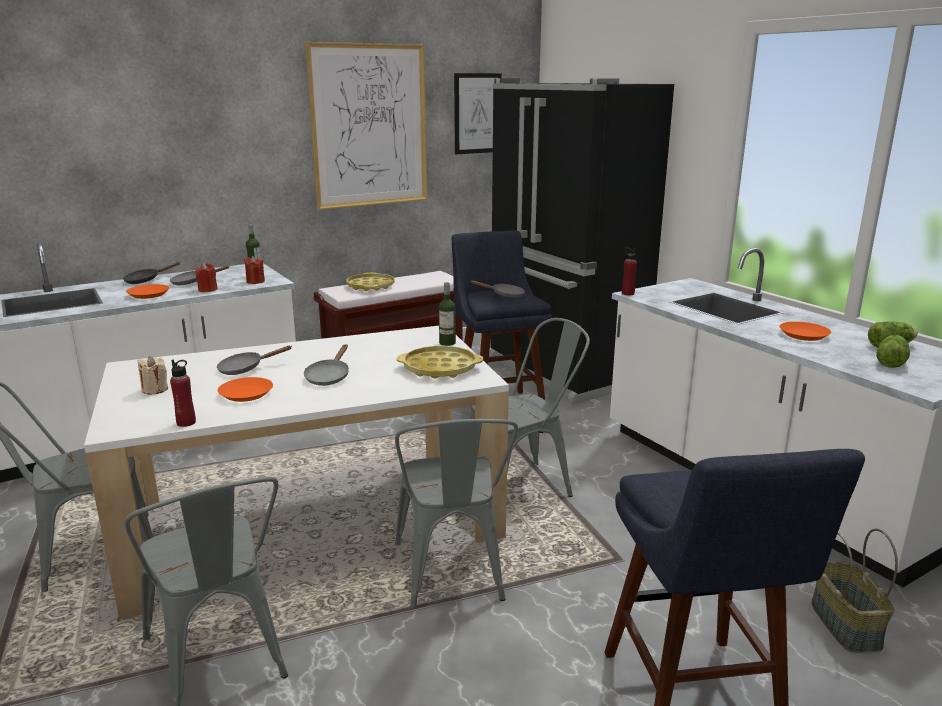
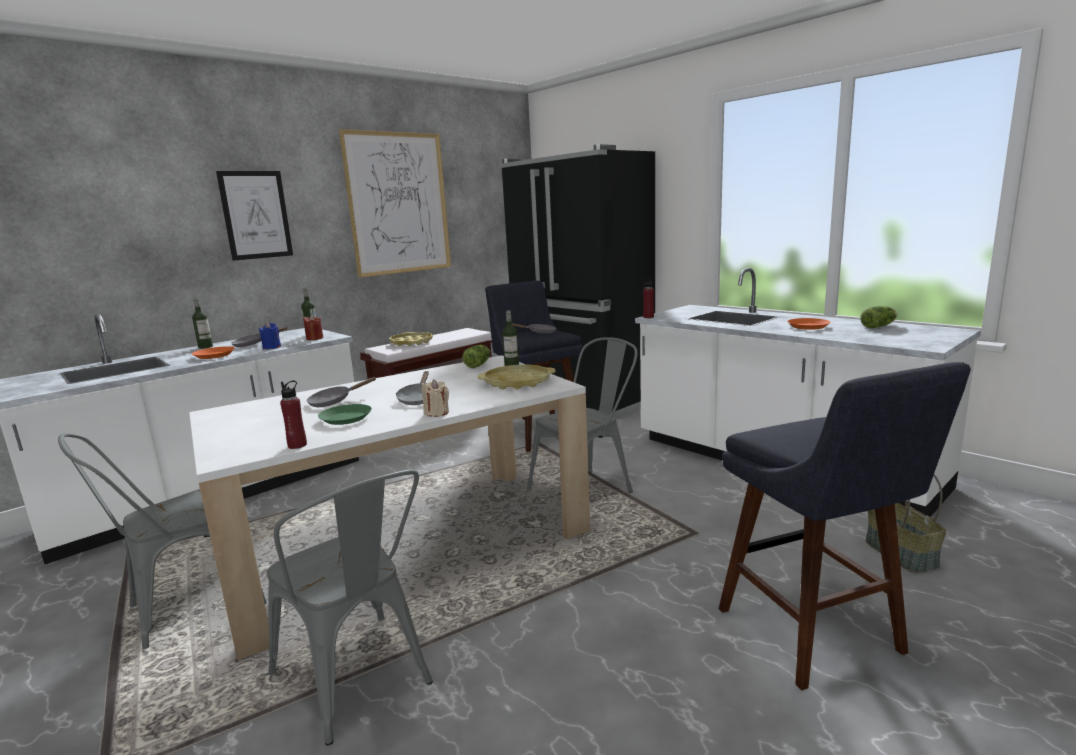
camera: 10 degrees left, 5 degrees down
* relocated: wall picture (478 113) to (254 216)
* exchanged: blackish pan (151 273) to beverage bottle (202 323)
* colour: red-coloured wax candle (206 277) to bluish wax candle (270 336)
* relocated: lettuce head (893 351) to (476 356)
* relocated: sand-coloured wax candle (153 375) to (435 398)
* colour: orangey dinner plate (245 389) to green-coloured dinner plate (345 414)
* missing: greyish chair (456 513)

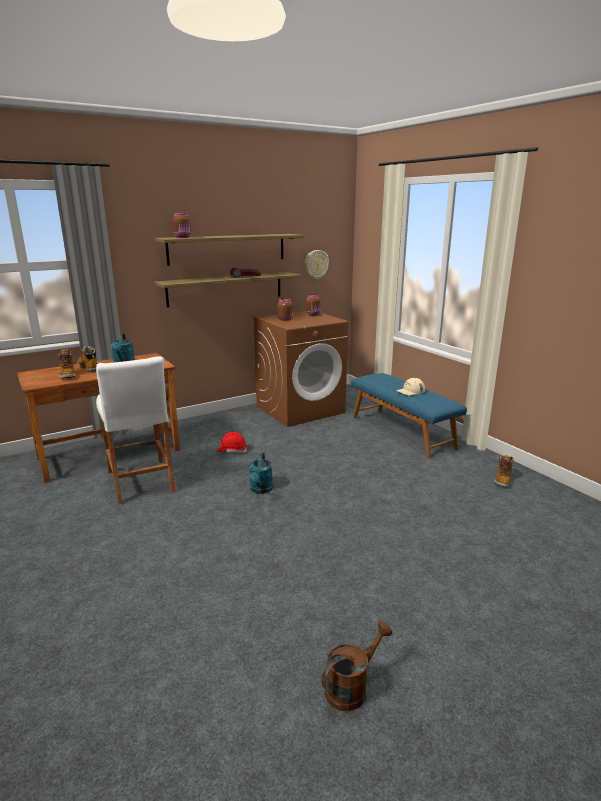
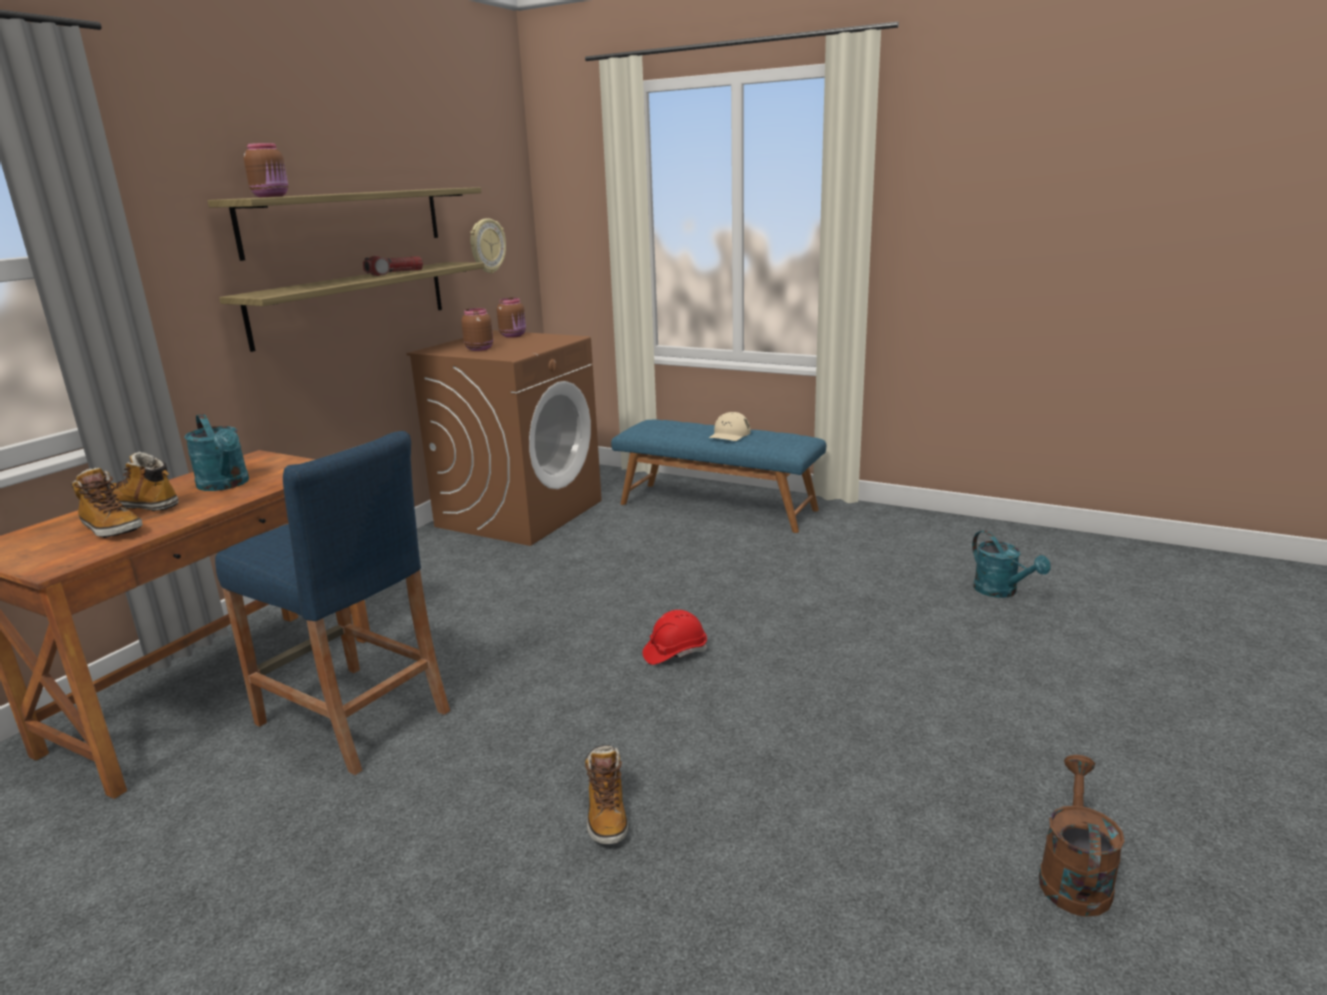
camera: 30 degrees left, 0 degrees up
* colour: white-coloured stool (136 430) to bluish stool (332 603)
* relocated: red-coloured hard hat (232 442) to (674 637)
* relocated: turquoise watering pot (261 473) to (1011 564)
* relocated: tall boot (504 471) to (606 794)

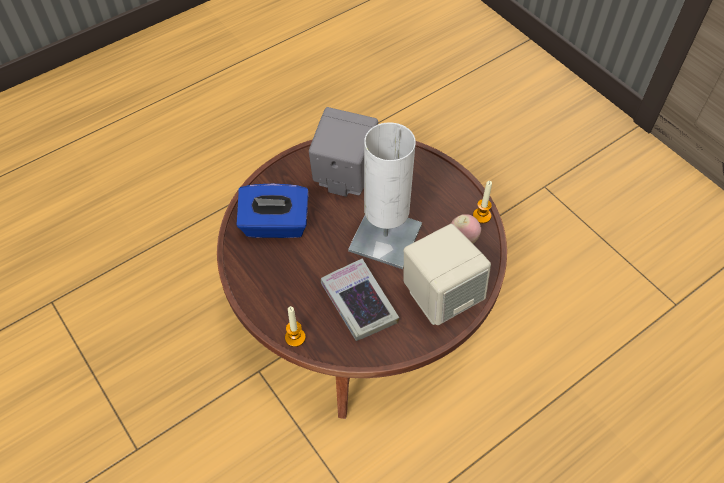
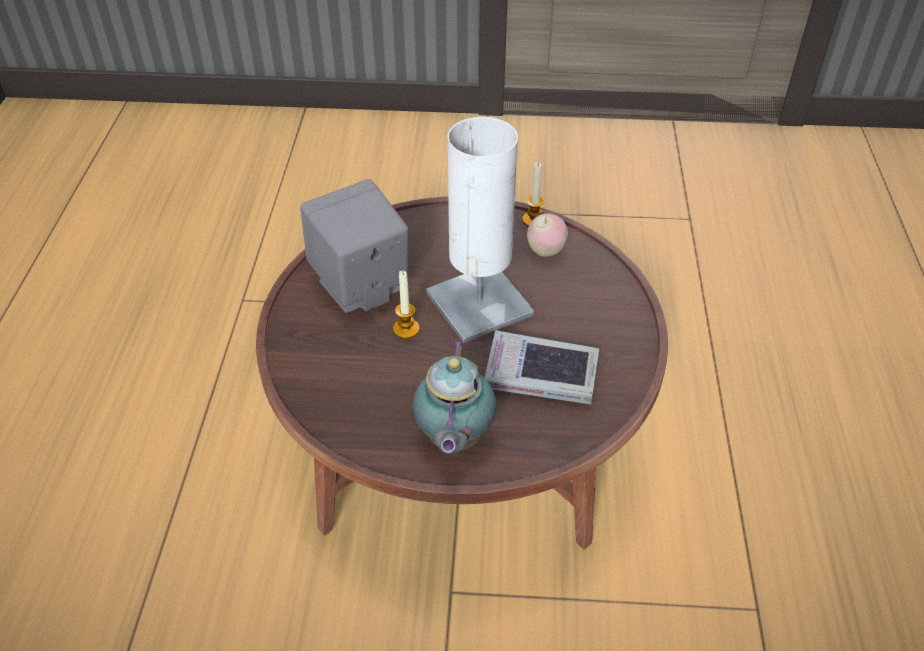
camera: 50 degrees left, 10 degrees down
* missing: bluish box of tissues (273 211)
* missing: sand-coloured audio speaker (447 274)
* relocated: wax candle (295 326) to (406 305)
* appeared: teapot (454 397)

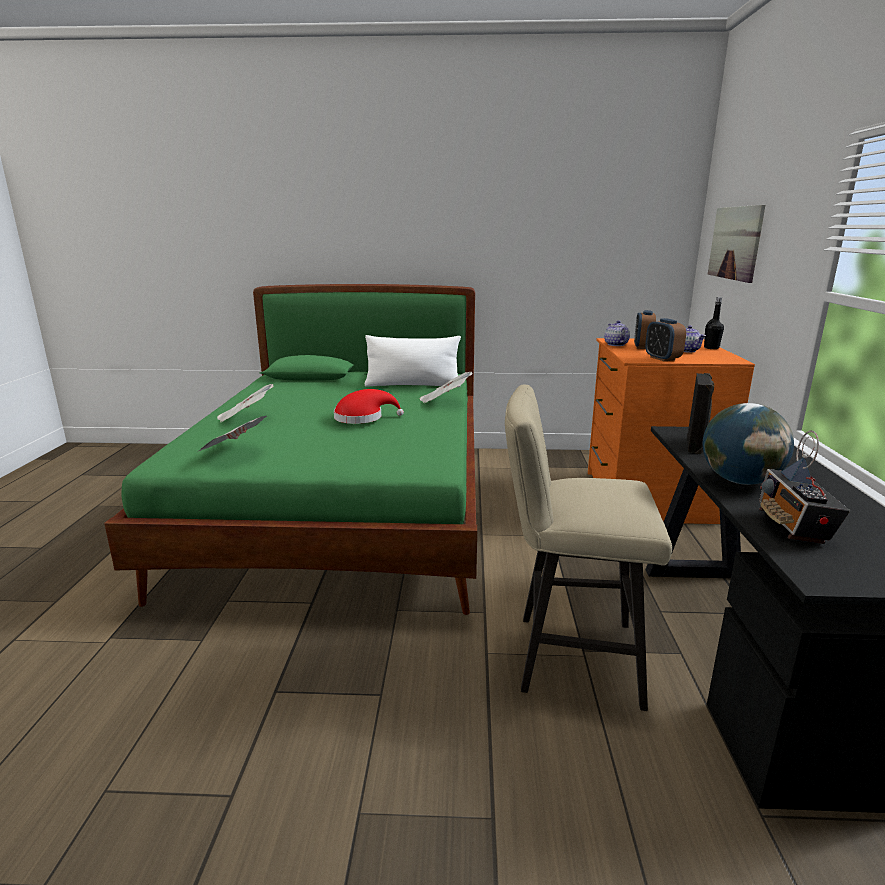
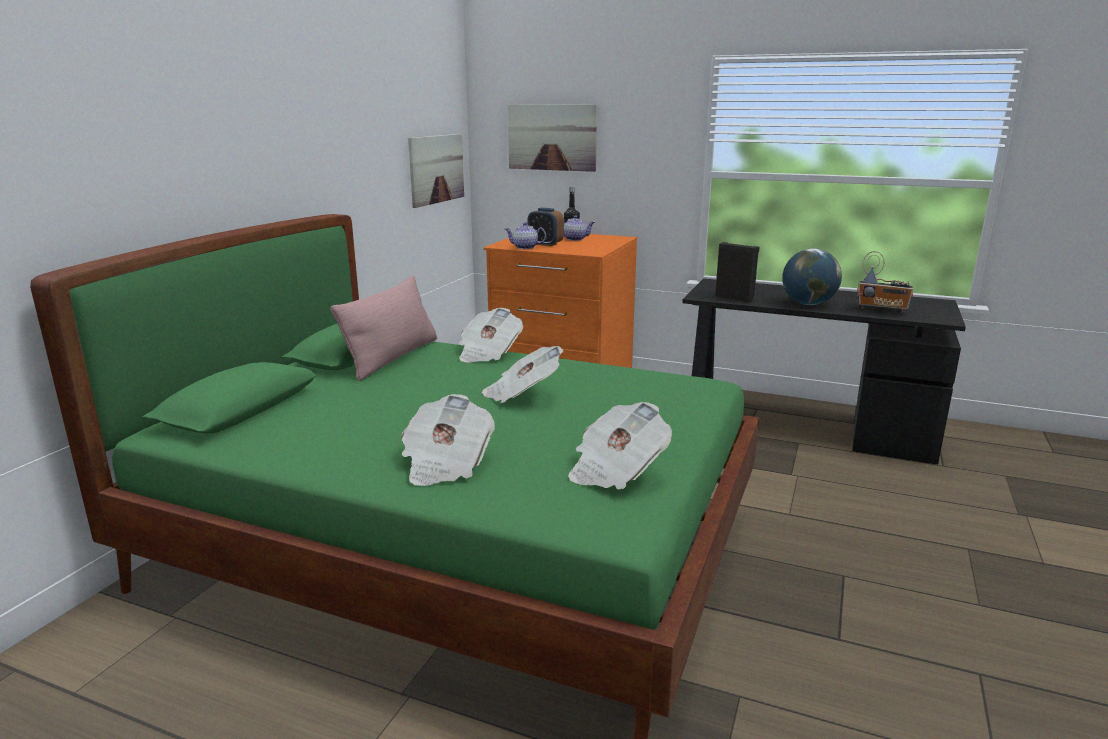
camera: 70 degrees left, 0 degrees up
* missing: bedside clock (665 339)
* colour: white-coloured pillow (413 361) to pink-coloured pillow (383 328)
* missing: sand-coloured stool (588 548)
* exchanged: red-coloured wearable hat (369 406) to printed paper (523 374)
* appeared: wall picture (436 171)

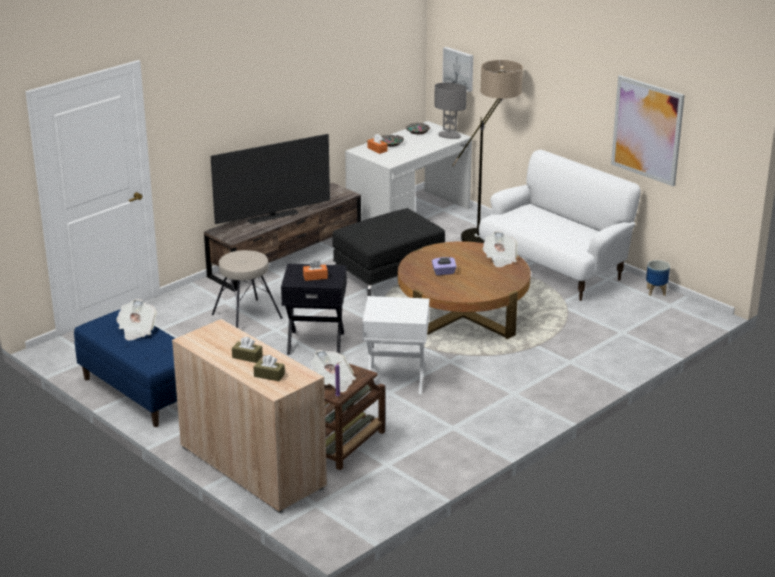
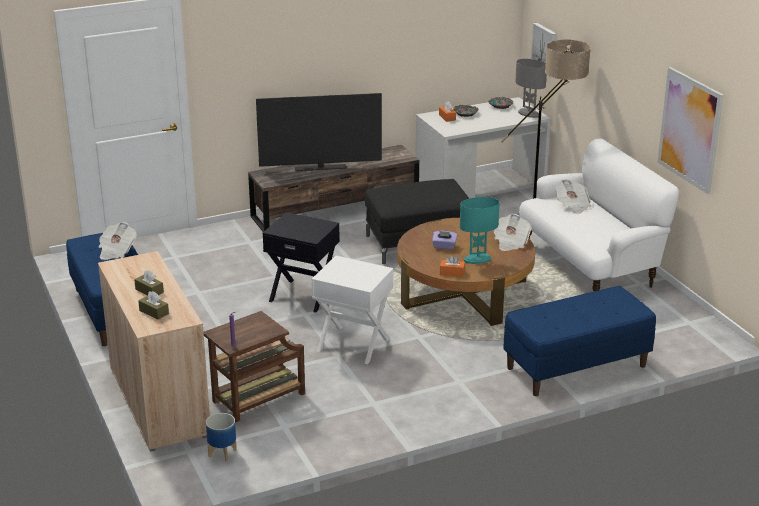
camera: 20 degrees right, 0 degrees up
* missing: sand-coloured stool (247 289)
* relocated: orangey box of tissues (315 270) to (452 266)
* relocated: plant pot (658 278) to (221 437)
* relocated: printed paper (333 371) to (573 196)
* appeared: turquoise tabletop lamp (479 230)
* appeared: bluish indoor bench (579 341)

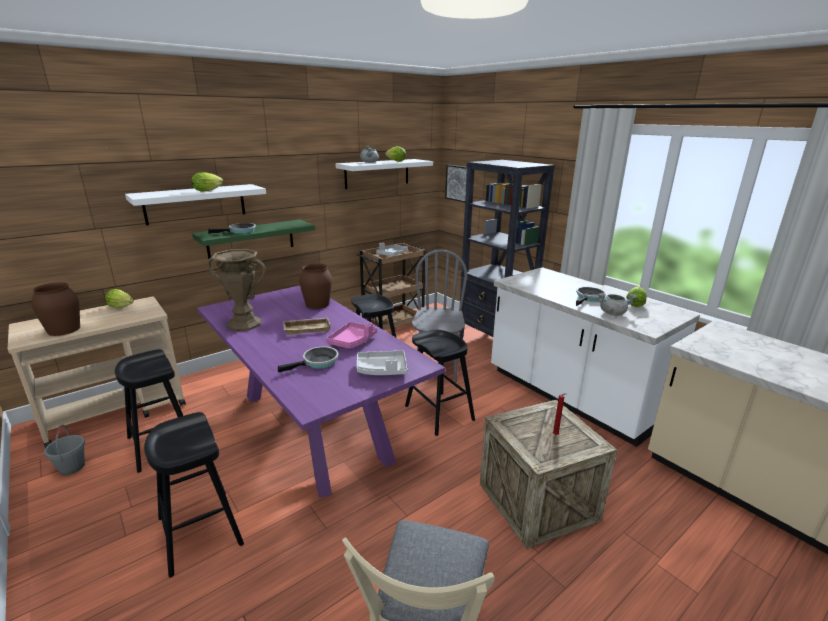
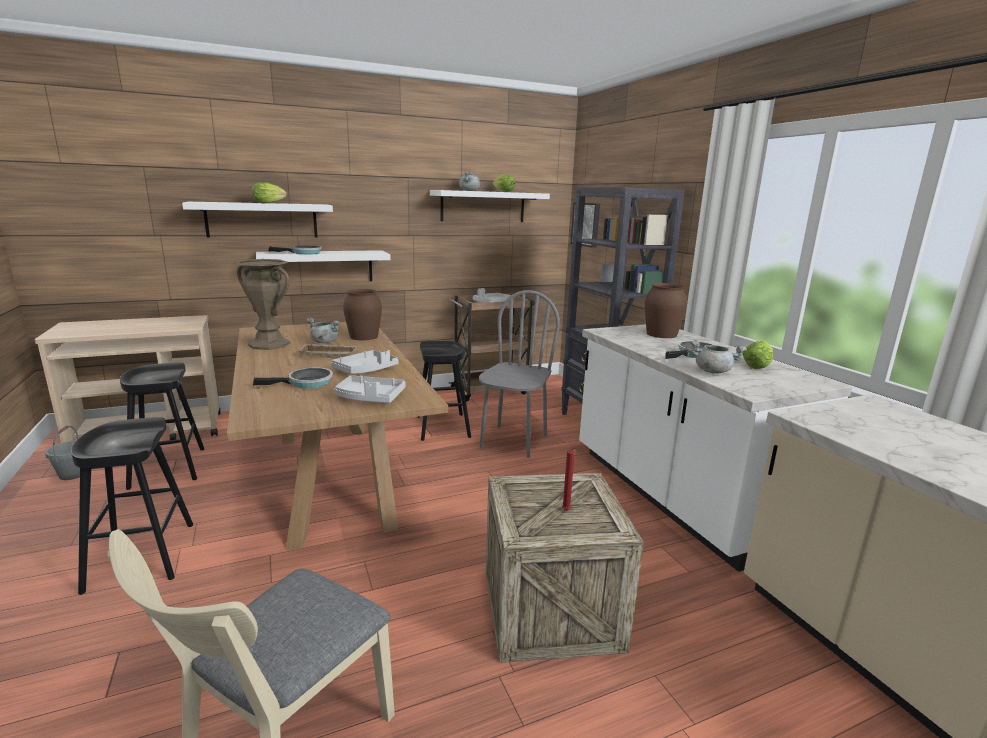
camera: 15 degrees right, 5 degrees down
* colour: green-coloured shelf (253 239) to white-coloured shelf (323 265)
* relocated: brownish vase (55 309) to (666 310)
* colour: purplish dinner table (321 392) to brownish dinner table (337 436)
* missing: lettuce head (119 298)
* colour: pink-coloured tray (351 335) to greyish tray (365 362)
* missing: blackish stool (440 383)
* appeared: greyish cooking pot (323 330)

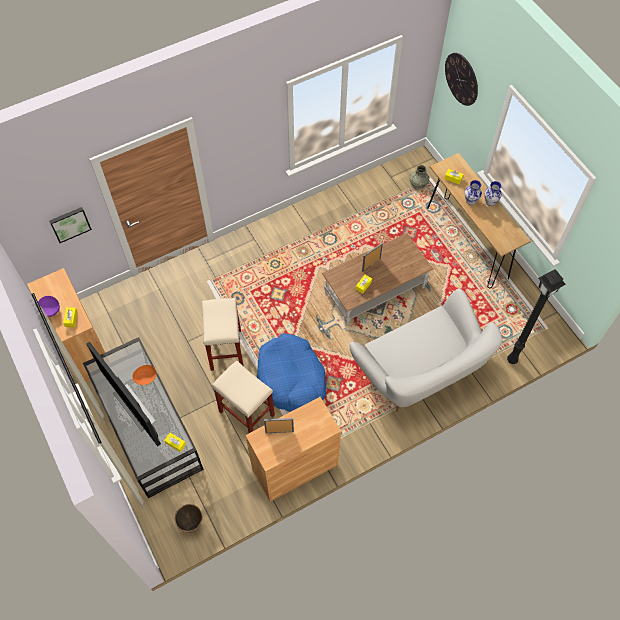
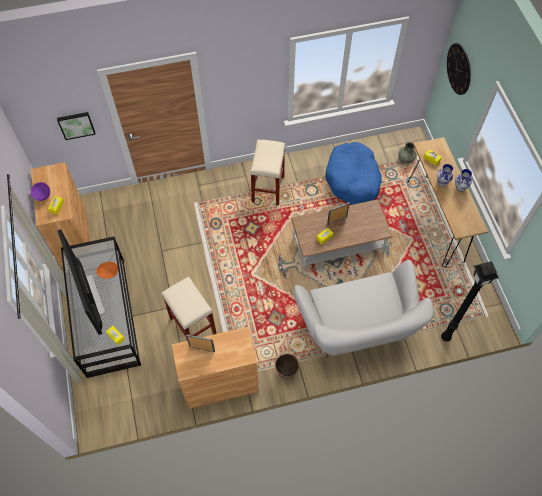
camera: 15 degrees right, 0 degrees up
* relocated: sand-coloured stool (223 334) to (267 172)
* relocated: bluish dog cushion (291 372) to (353 173)
* relocated: plant pot (189 518) to (287 366)

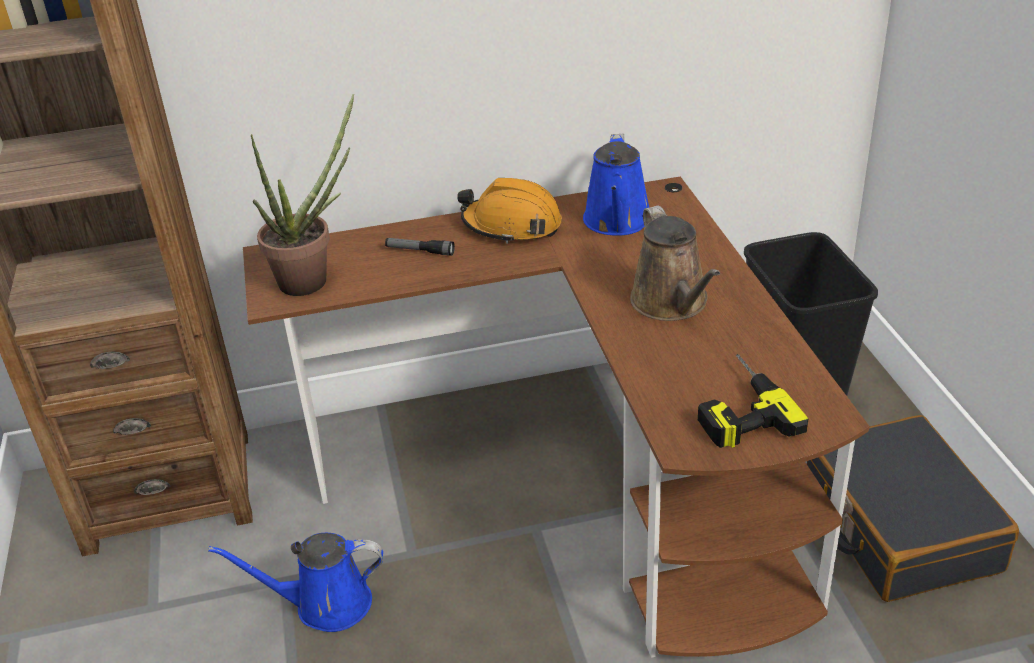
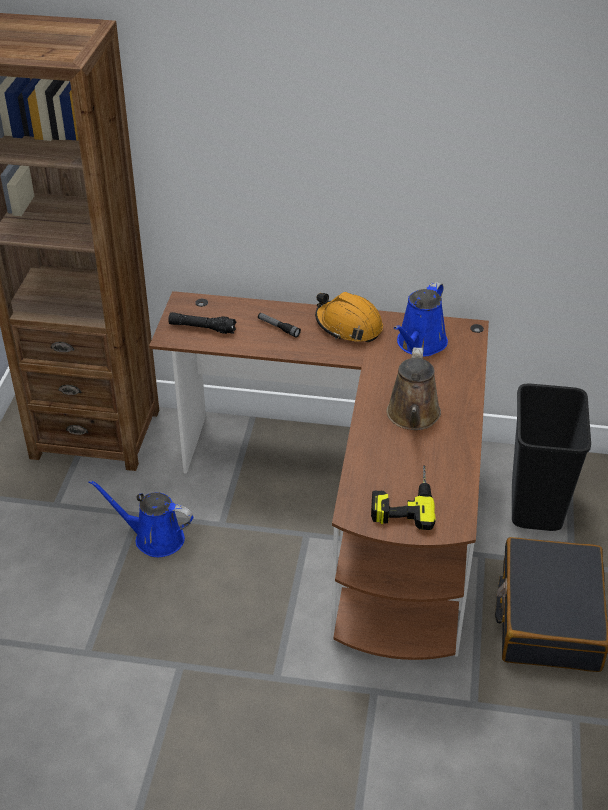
camera: 20 degrees right, 5 degrees up
* exchanged: plant in a pot (302 195) to blackish torch (202 323)

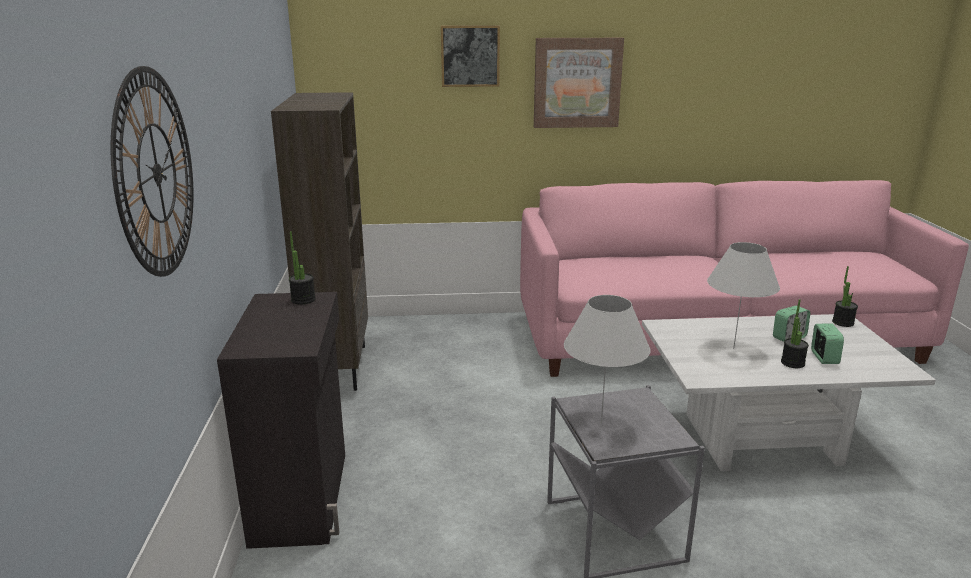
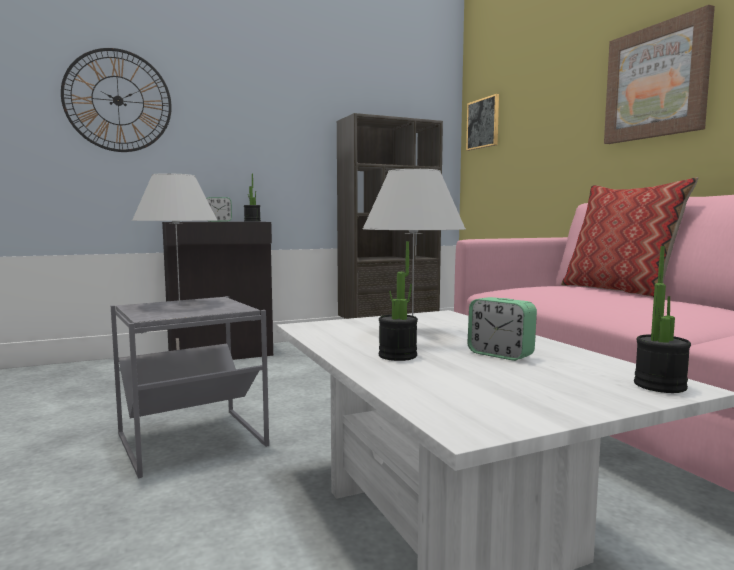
camera: 70 degrees right, 15 degrees down
* relocated: wall picture (470 56) to (482 122)
* relocated: bedside clock (827 343) to (219 209)
* appeared: pillow (629 237)

